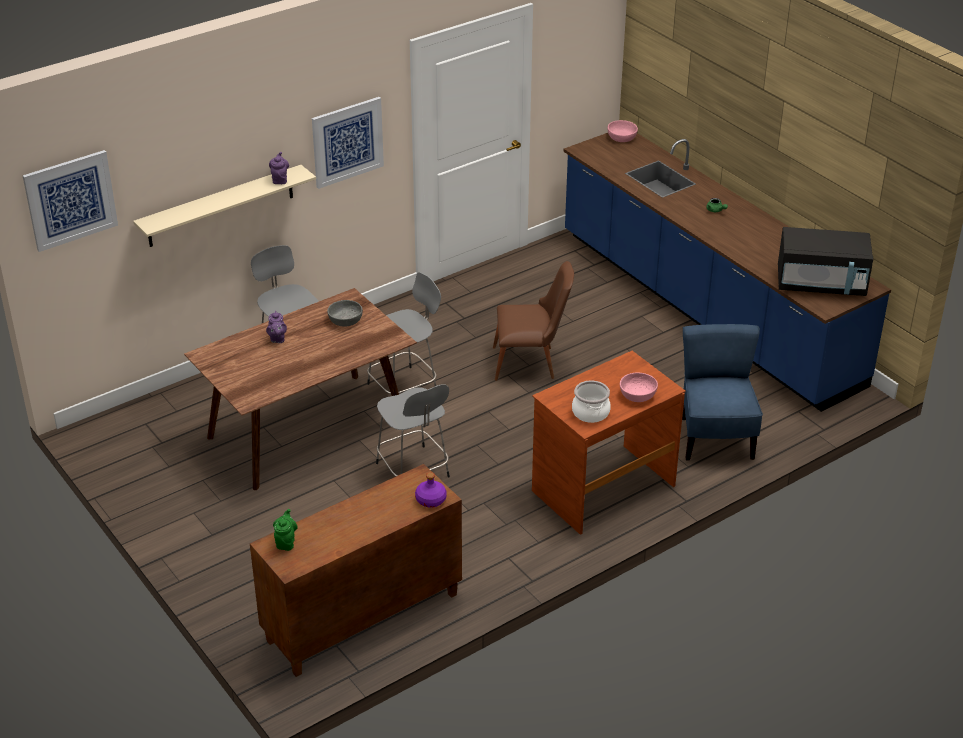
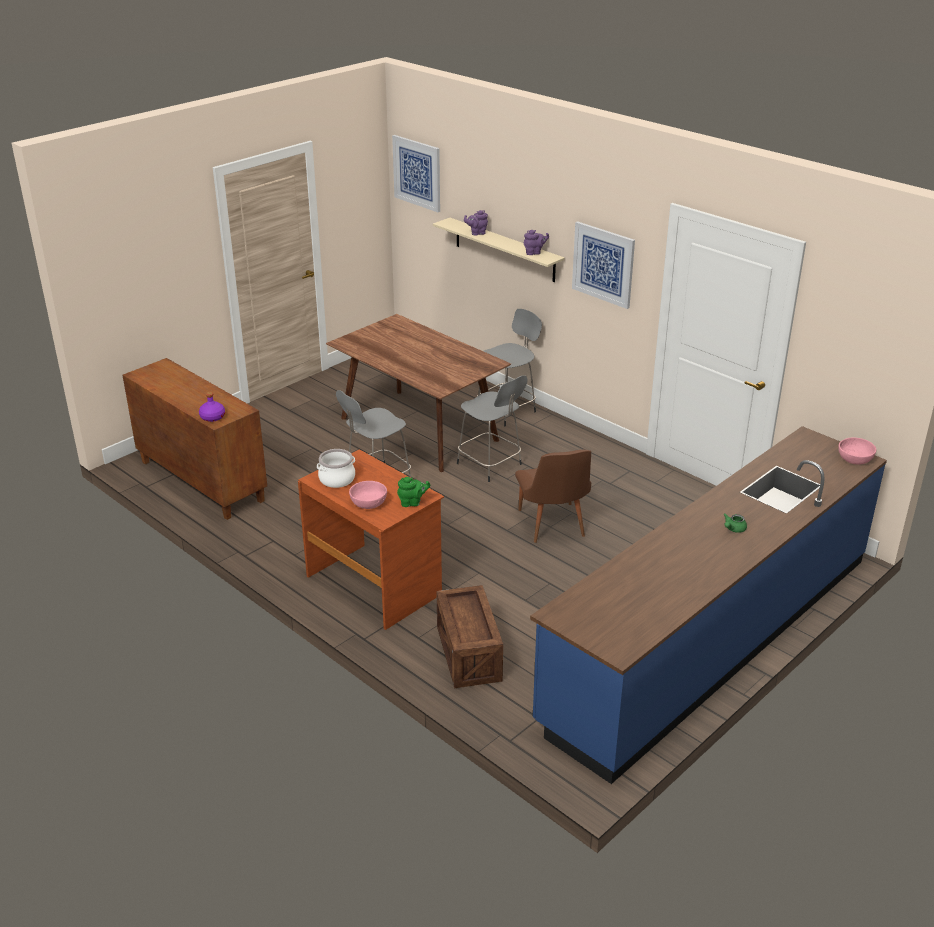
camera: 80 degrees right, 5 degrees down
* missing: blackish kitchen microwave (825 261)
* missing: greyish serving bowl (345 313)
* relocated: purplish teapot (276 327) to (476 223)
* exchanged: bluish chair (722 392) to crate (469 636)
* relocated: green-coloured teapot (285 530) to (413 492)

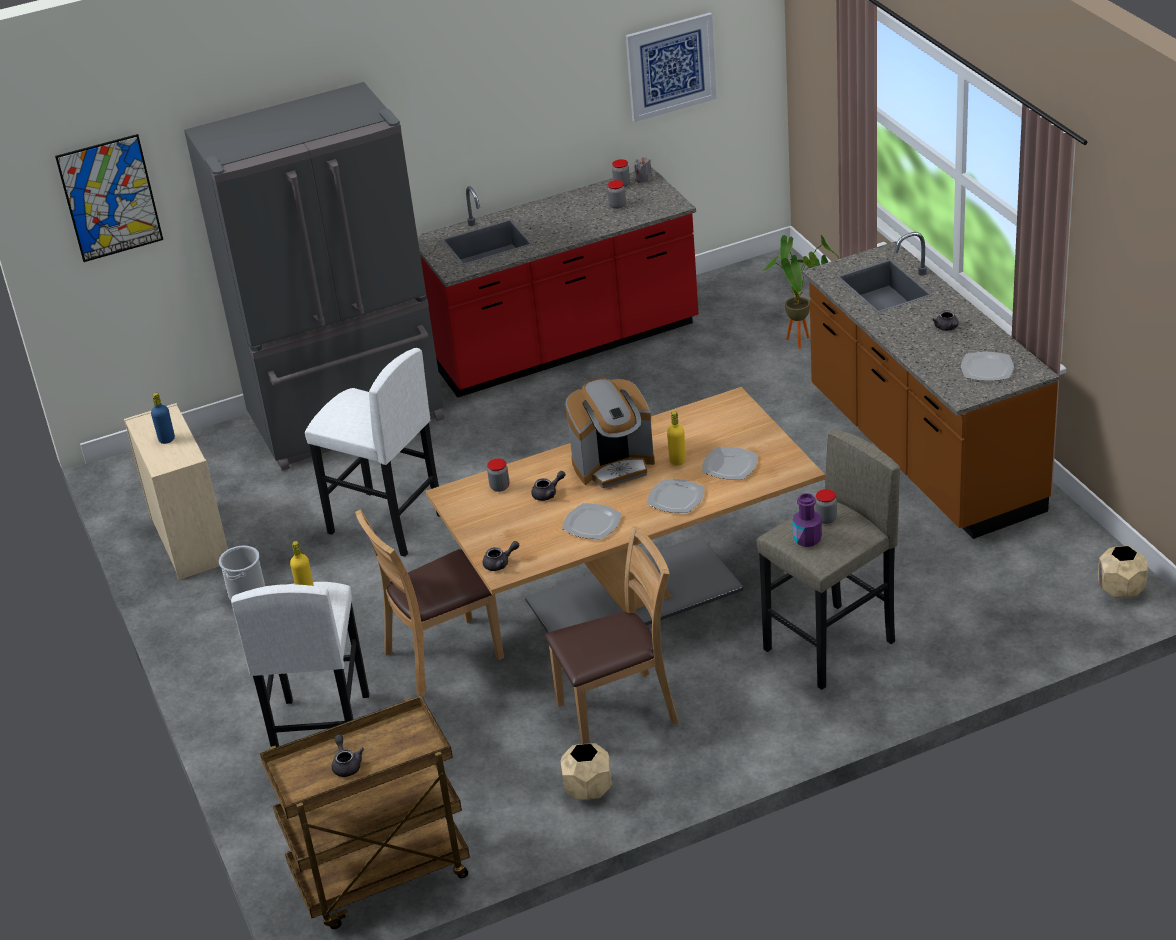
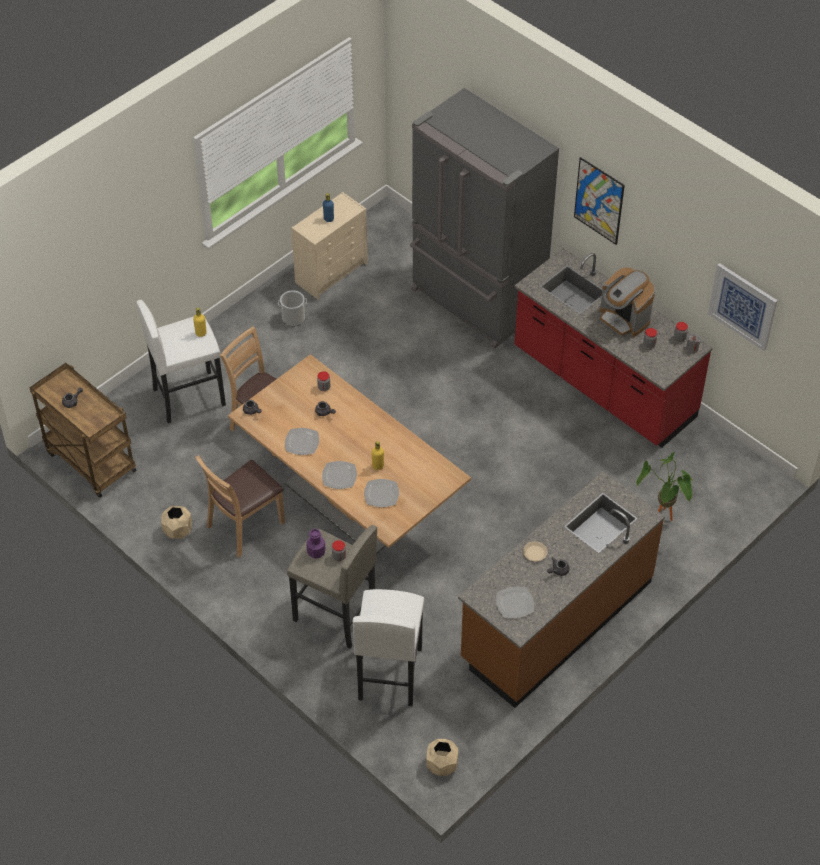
camera: 65 degrees right, 15 degrees up
* relocated: wall picture (109 198) to (599 201)
* relocated: white-coloured stool (372 452) to (388 647)
* relocated: coffee brewer (610 433) to (627 302)
* spun: brownish chair (612 635) = (240 506) 90 degrees clockwise
* appeared: sand-coloured dinner plate (535 551)

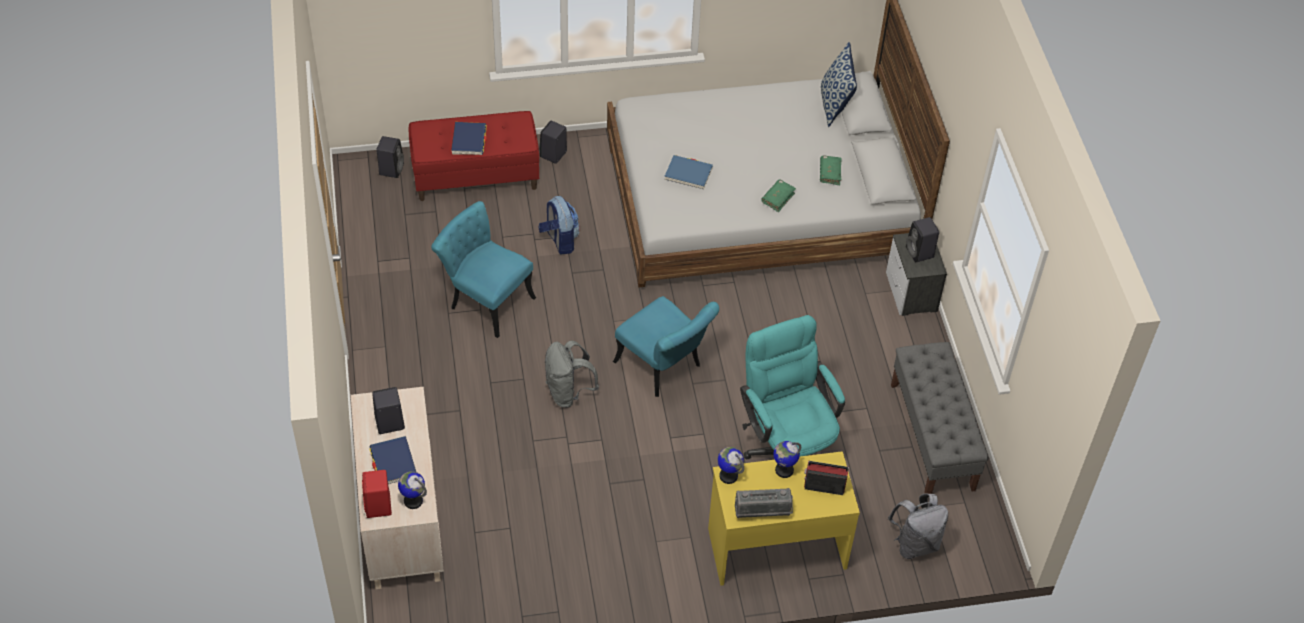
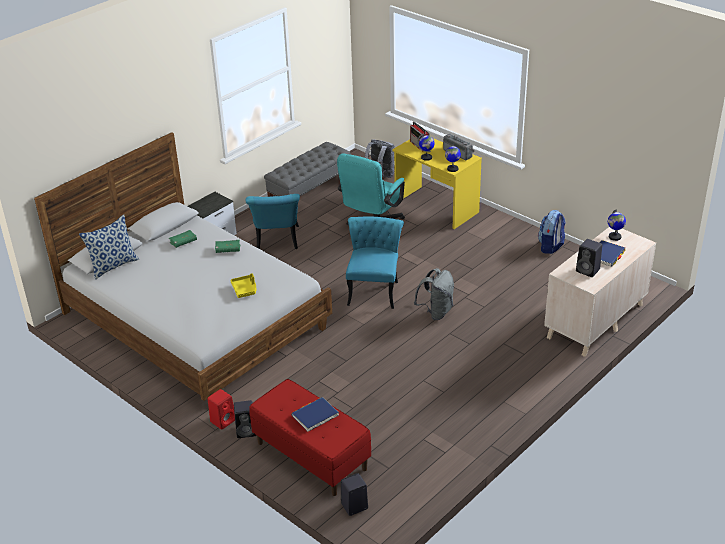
camera: 125 degrees left, 15 degrees down
* exchanged: bluish volume (688 172) to yellow-coloured tray (243 285)
* relocated: knapsack (559 225) to (552 232)
* relocated: turquoise chair (483 269) to (273 221)
* missing: blackish audio speaker (922 239)
* relocated: red-coloured audio speaker (377 494) to (221 409)

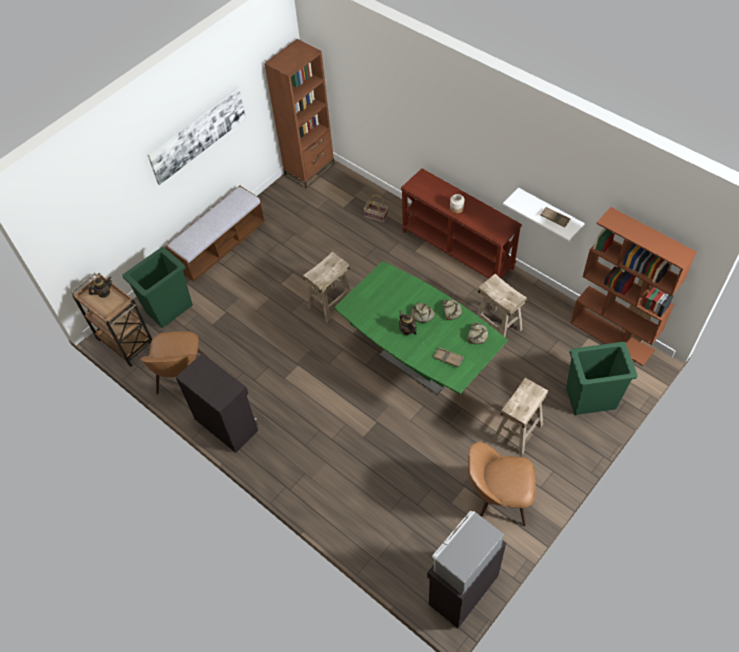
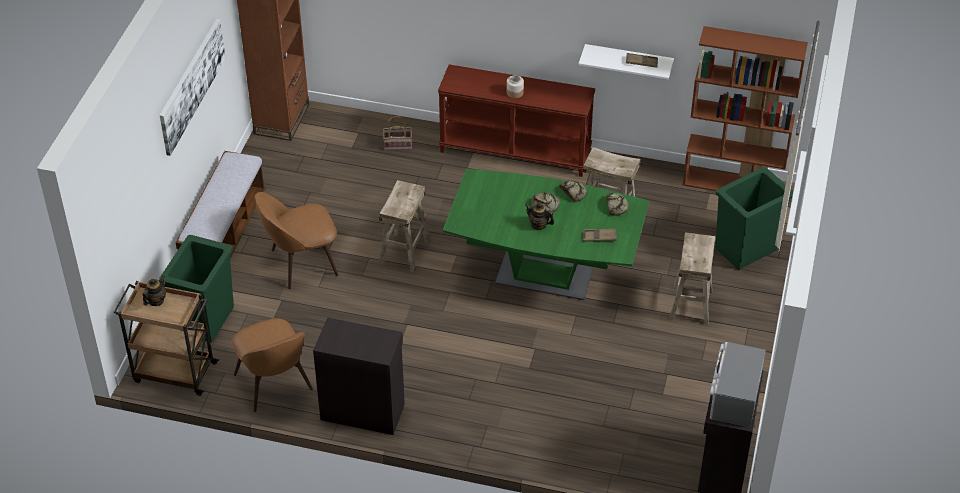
camera: 30 degrees left, 10 degrees down
* relocated: brownish chair (502 484) to (296 241)

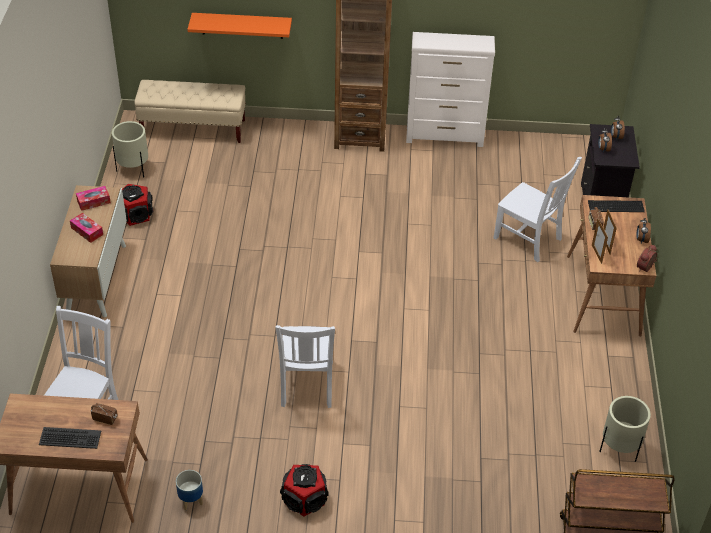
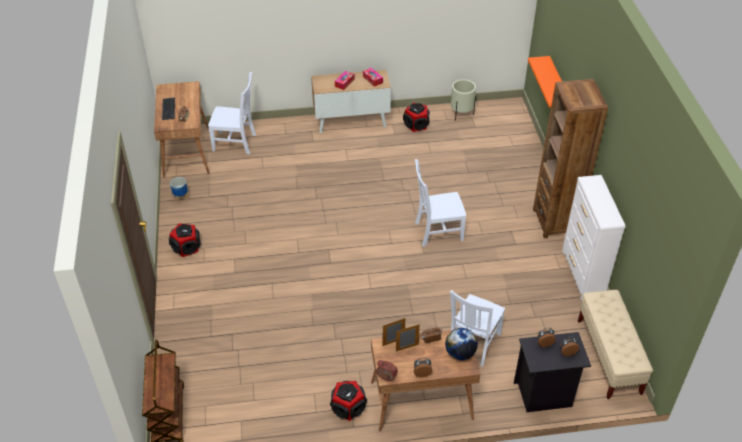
camera: 80 degrees right, 0 degrees up
* relocated: sand-coloured indoor bench (190 111) to (615 344)
* exchanged: keyboard (616 206) to desk globe (461 344)
* relocated: white-coloured chair (305 366) to (440 203)
* missing: sand-coloured plant pot (625 429)
* appeared: audio speaker (348 401)

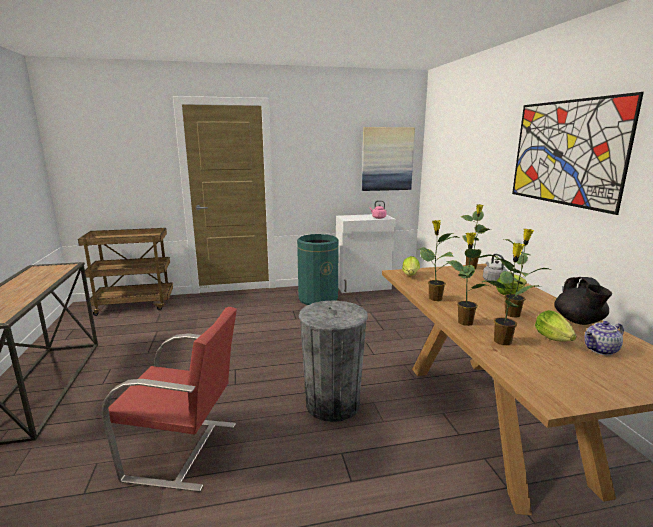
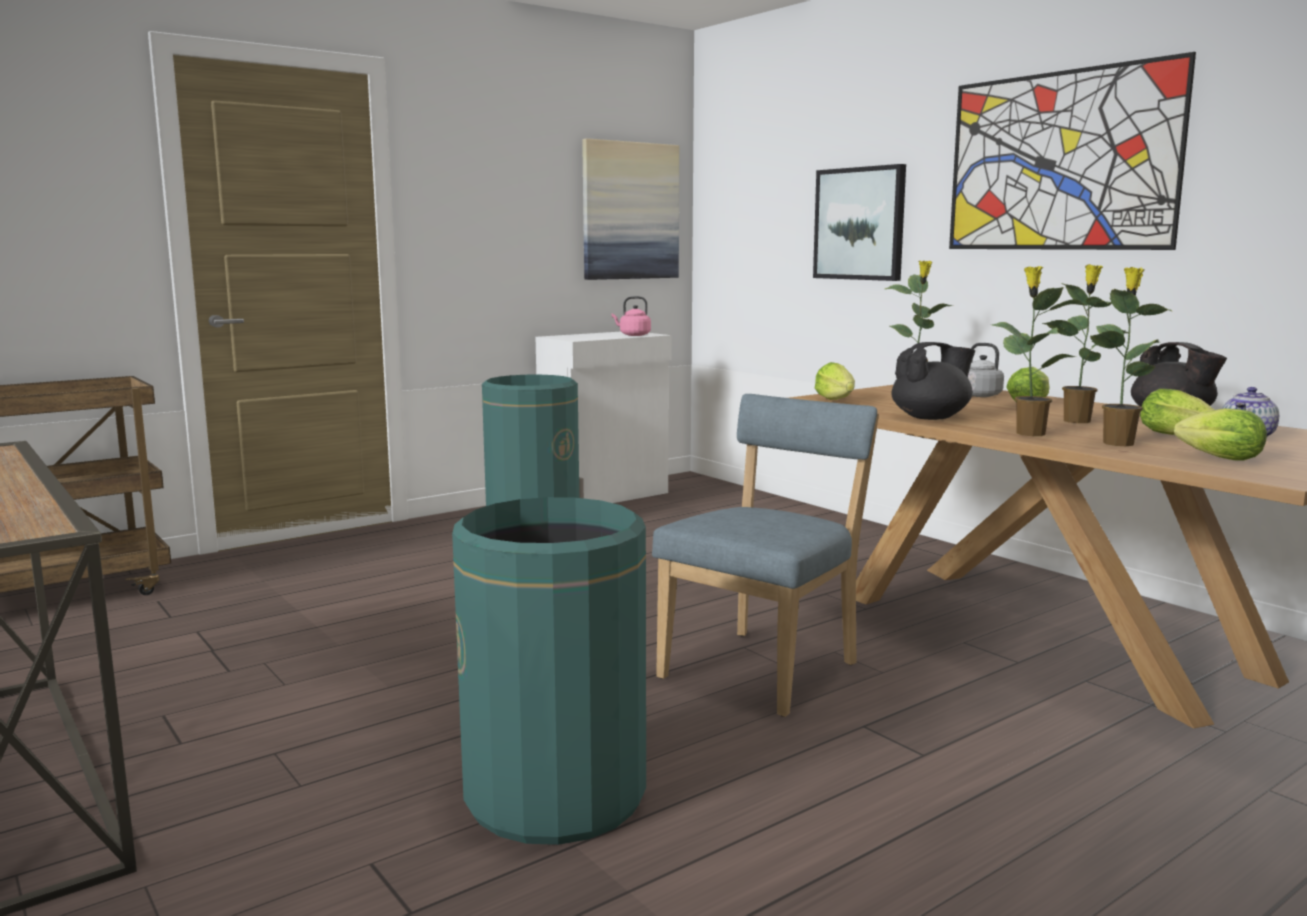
camera: 25 degrees left, 5 degrees down
* exchanged: plant in a pot (438 260) to blackish teapot (933 381)
* exchanged: greyish trash can (333 361) to bluish chair (765 555)
* exchanged: red-coloured chair (169 399) to green-coloured trash can (549 671)
* appeared: wall picture (859 222)
* appeared: lettuce head (1220 434)

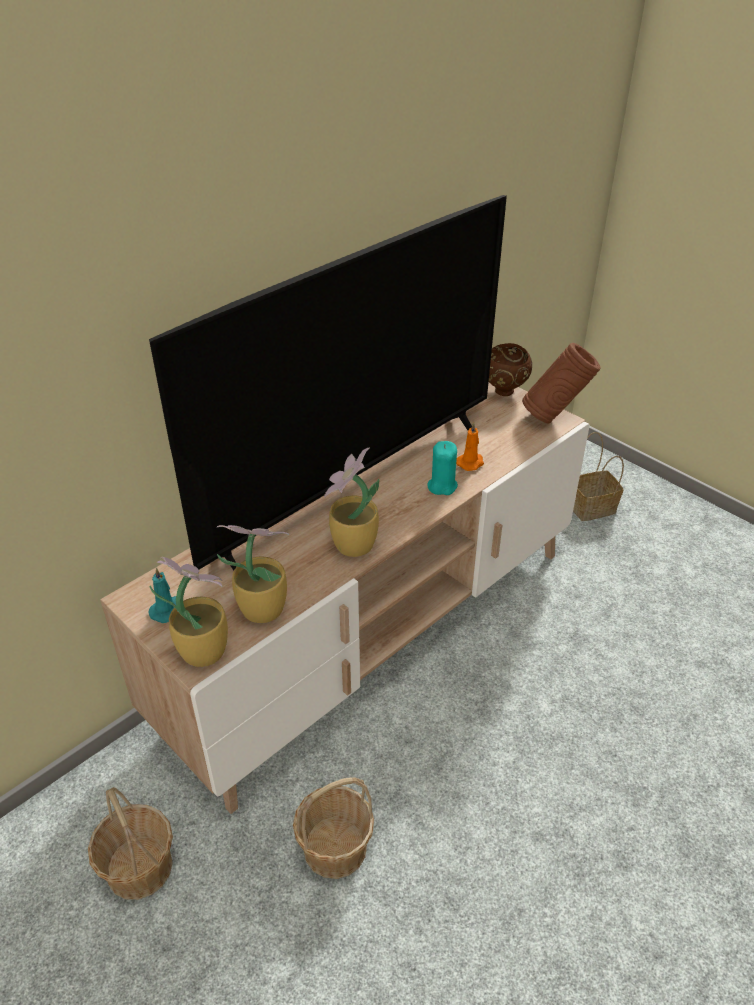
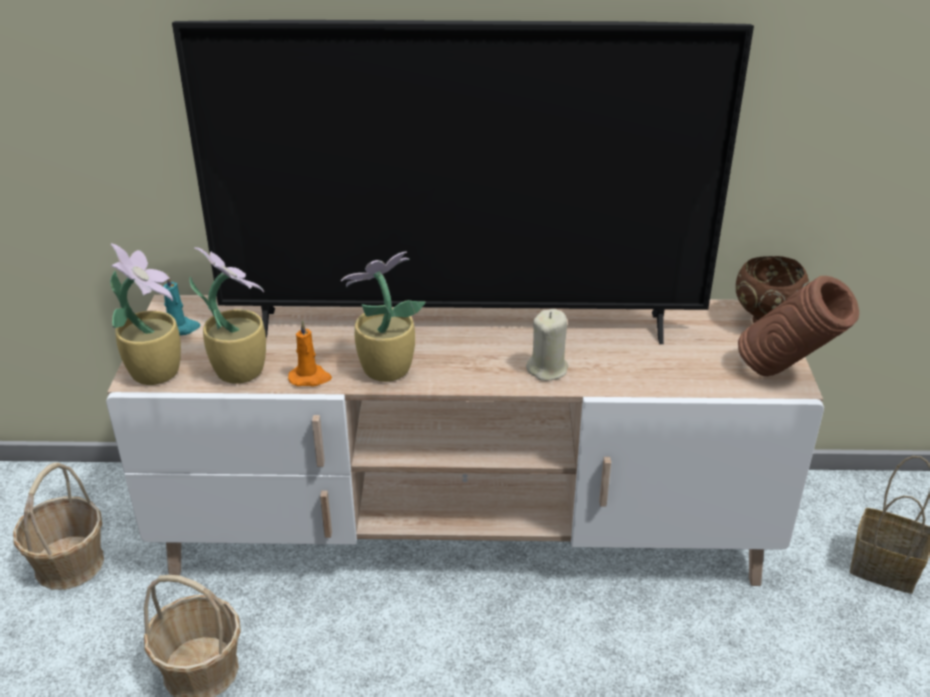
camera: 45 degrees right, 5 degrees down
* relocated: orangey wax candle (470 446) to (310 353)
* colour: turquoise wax candle (442 468) to sand-coloured wax candle (547 345)

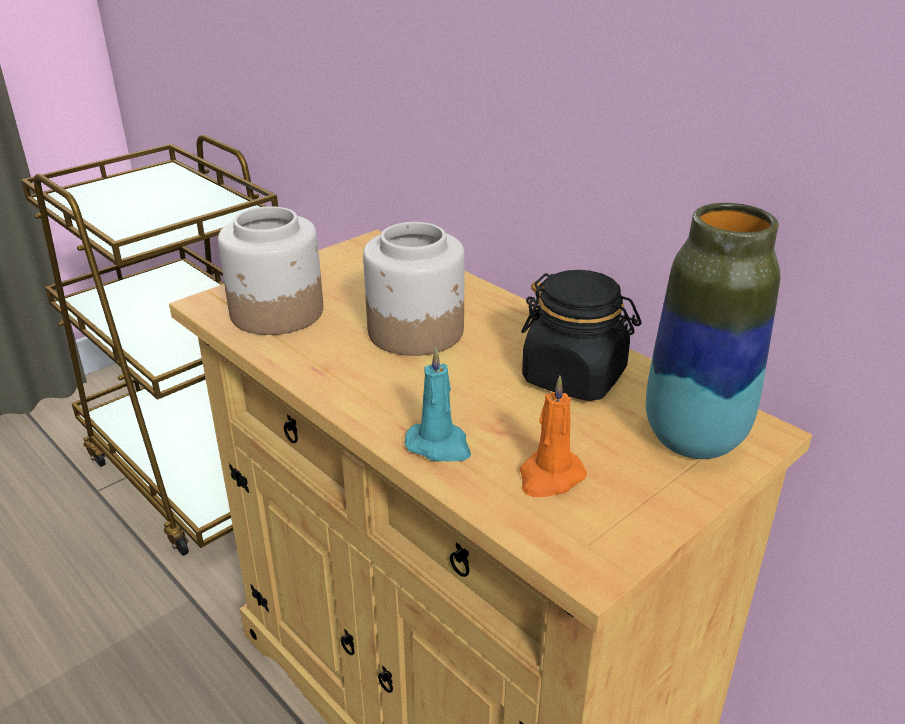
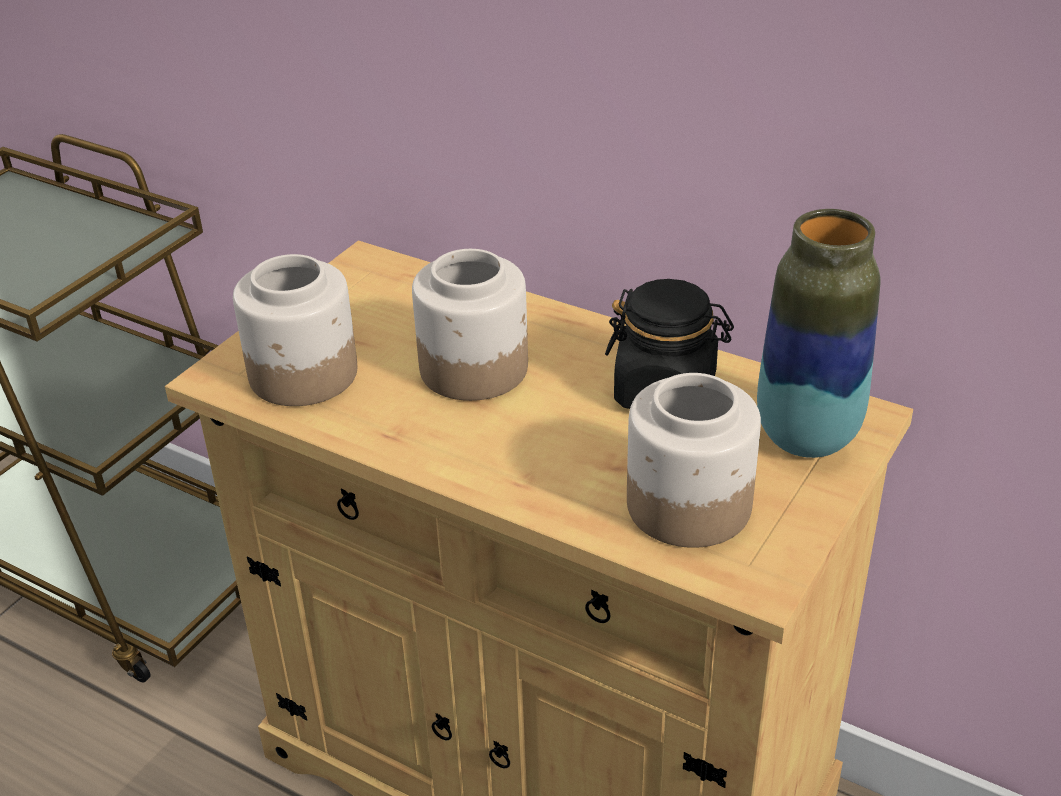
camera: 15 degrees left, 5 degrees up
* missing: turquoise wax candle (438 404)
* exchanged: orangey wax candle (553 436) to storage jar (694 460)

